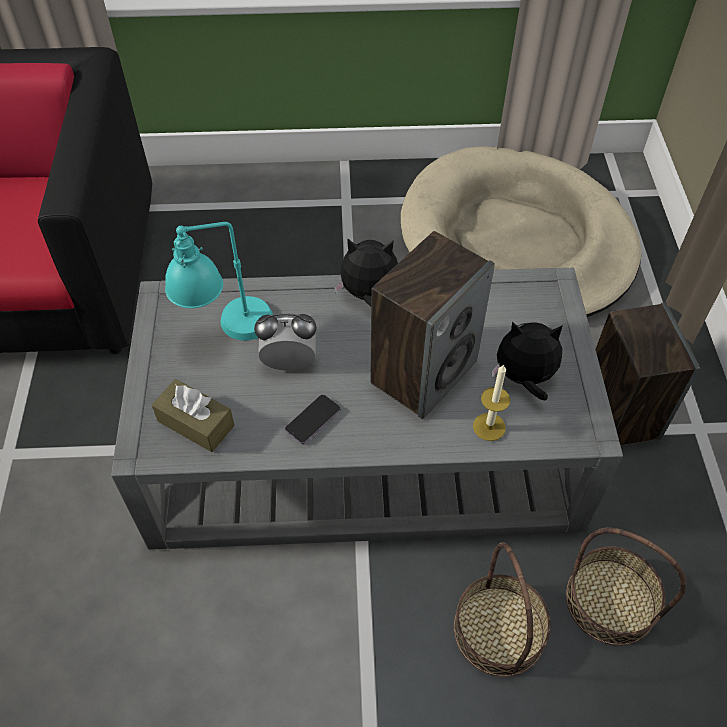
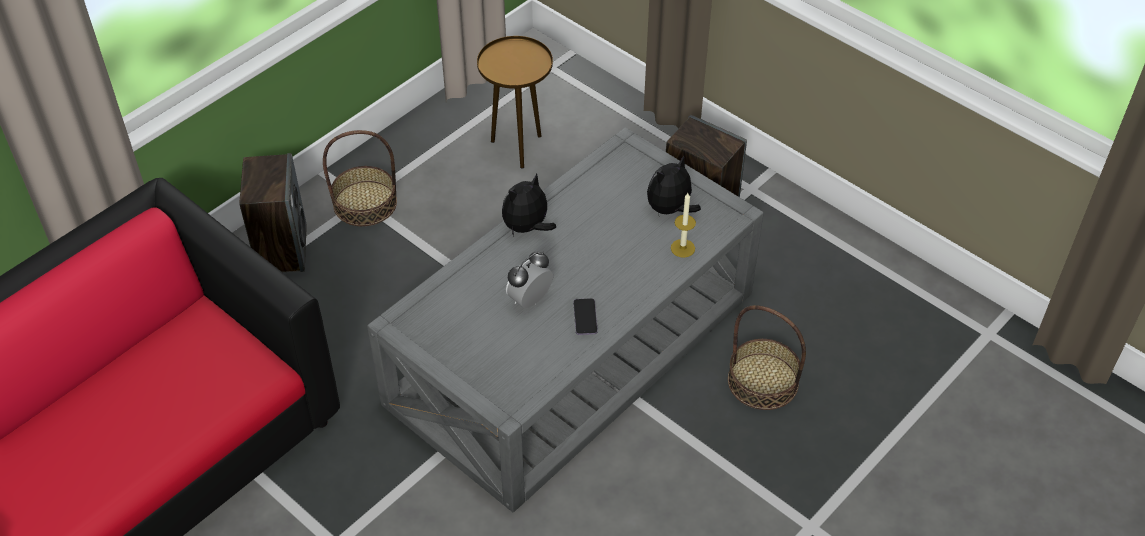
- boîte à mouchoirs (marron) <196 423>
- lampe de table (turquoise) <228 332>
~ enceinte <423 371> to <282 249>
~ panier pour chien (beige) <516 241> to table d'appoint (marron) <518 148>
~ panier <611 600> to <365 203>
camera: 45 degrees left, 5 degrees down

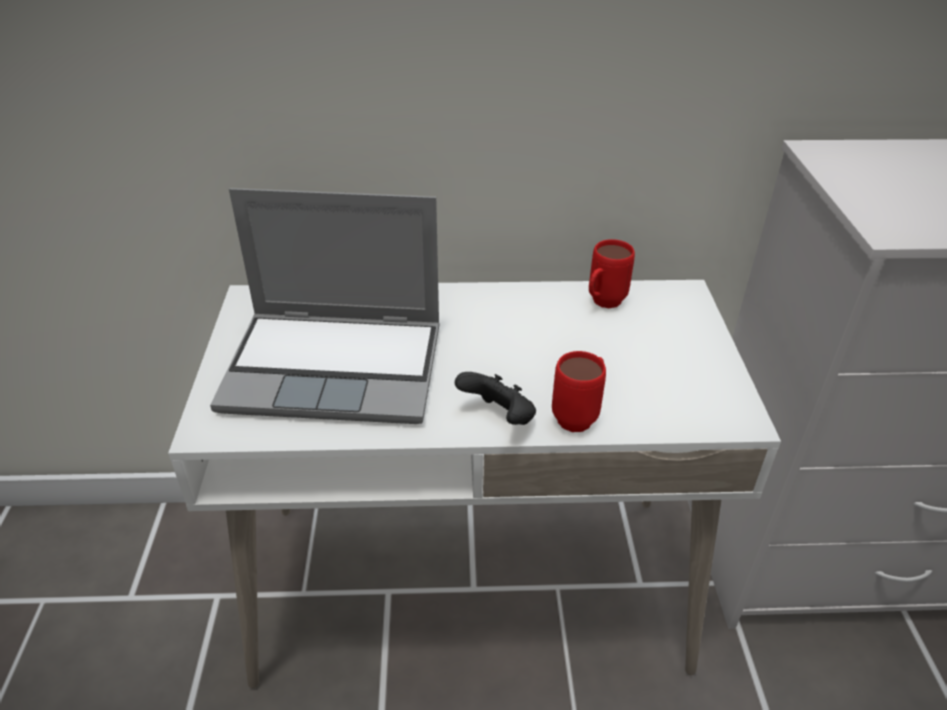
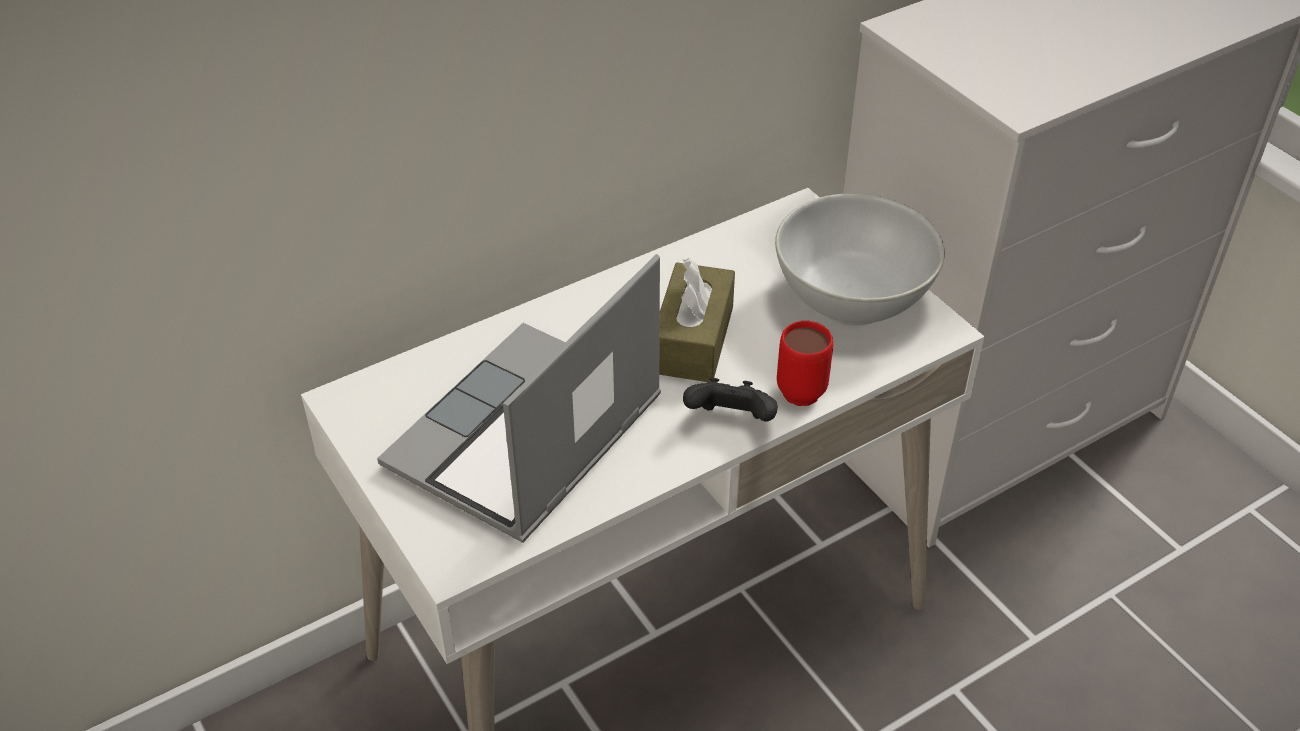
~ ordinateur portable <338 367> = <525 438> 150 degrees clockwise
- mug (rouge) <602 304>
+ boîte à mouchoirs (marron) <693 340>
+ bol (blanc) <852 301>
camera: 30 degrees left, 5 degrees up

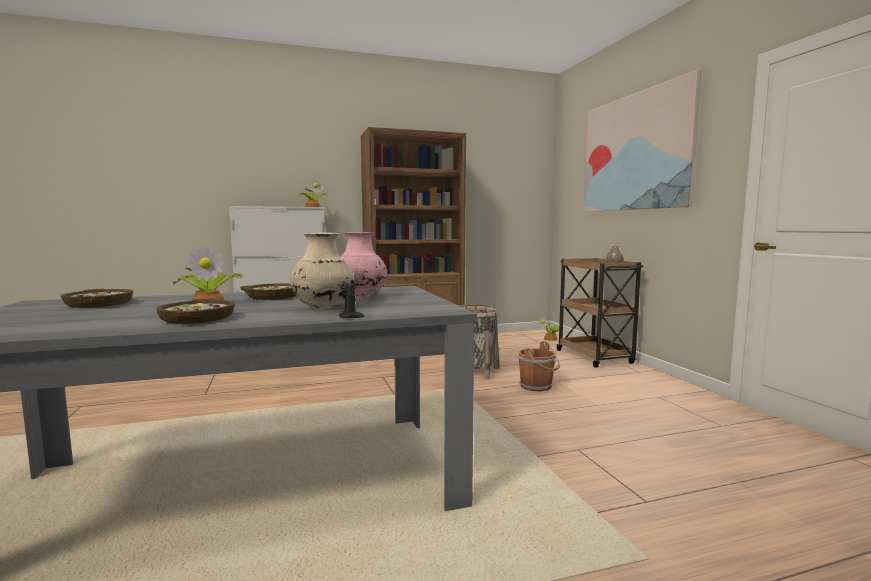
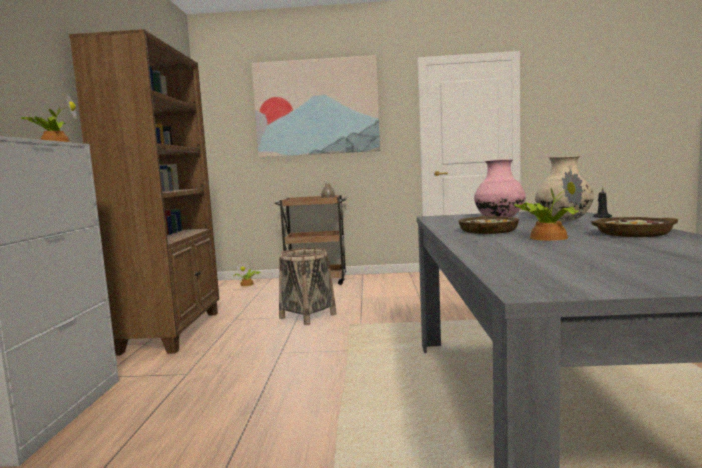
- bol <98 304>
- seau (marron) <537 386>
camera: 70 degrees left, 0 degrees up

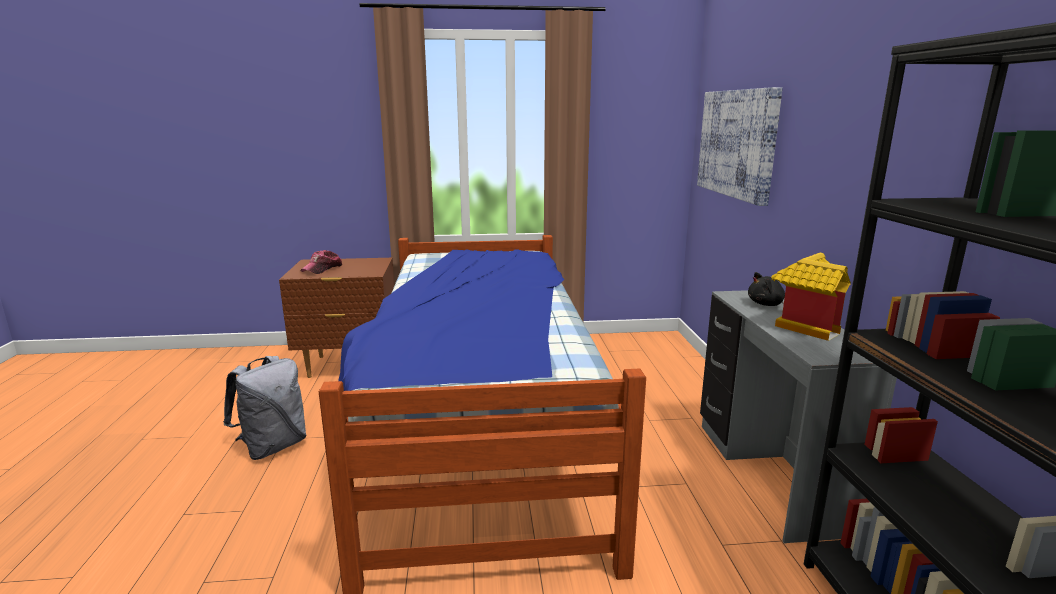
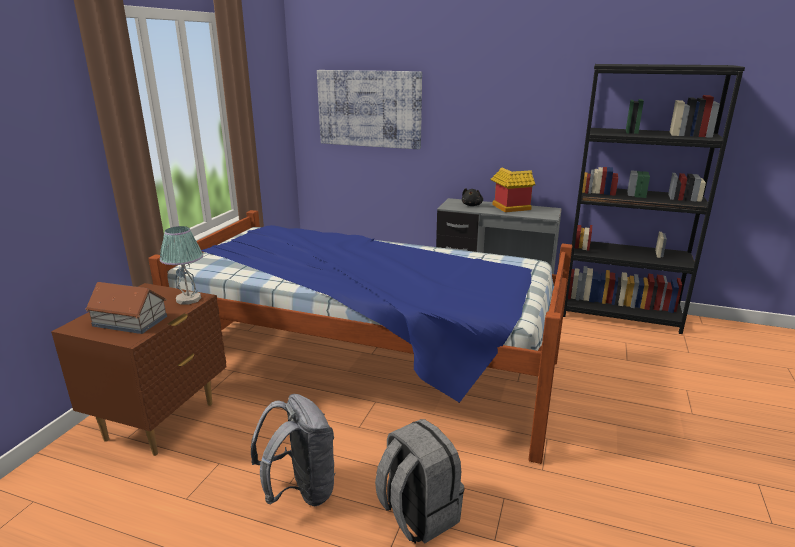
~ casquette <322 269> to maison miniature <129 321>
+ lampe de table <189 299>
+ sac à dos (gris) <417 514>
camera: 65 degrees left, 5 degrees up

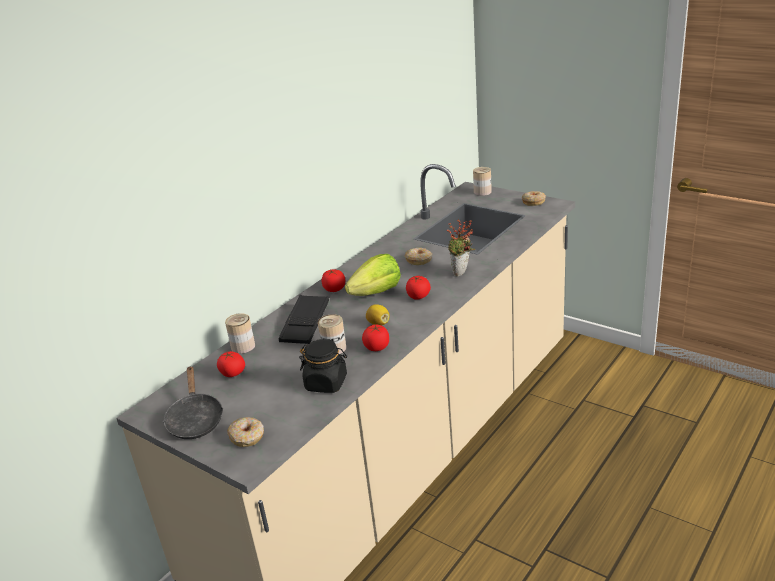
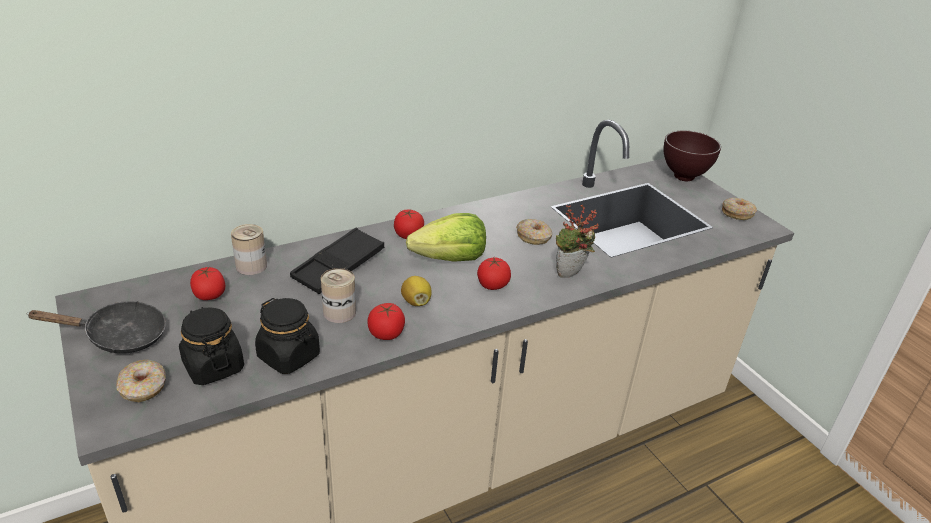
~ poêle (noir) <195 419> = <119 336> 105 degrees counterclockwise
~ boîte métallique <482 192> to bol (marron) <682 177>
+ bocal (noir) <213 366>
camera: 20 degrees right, 5 degrees up

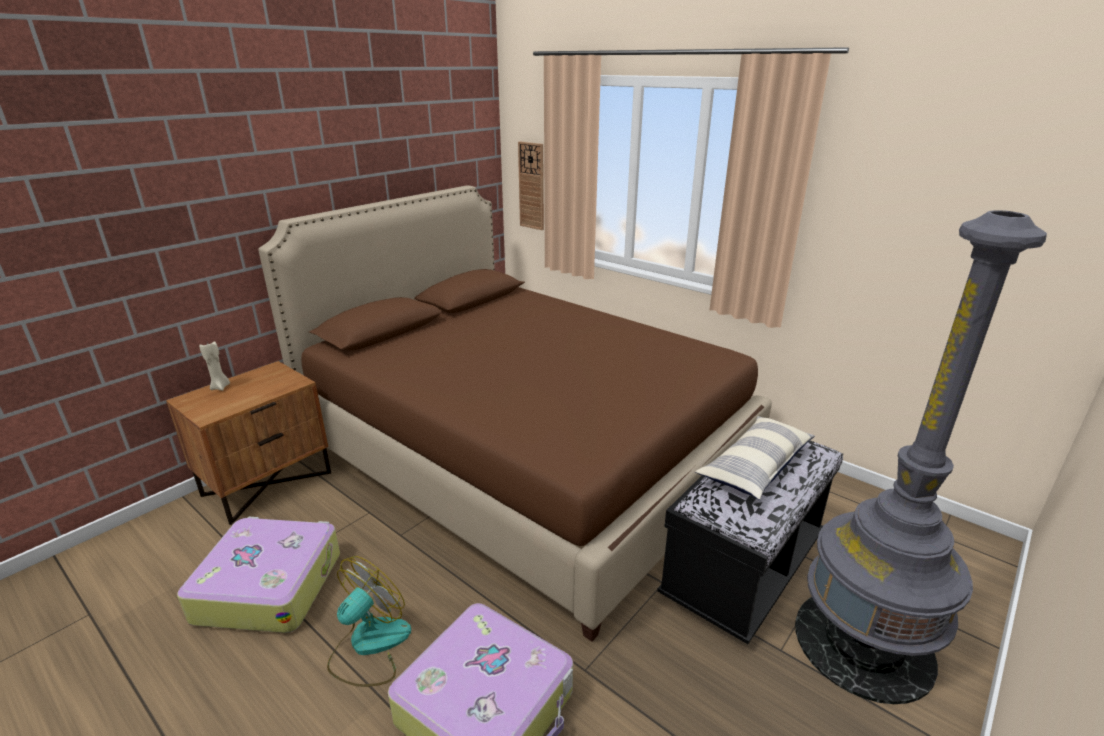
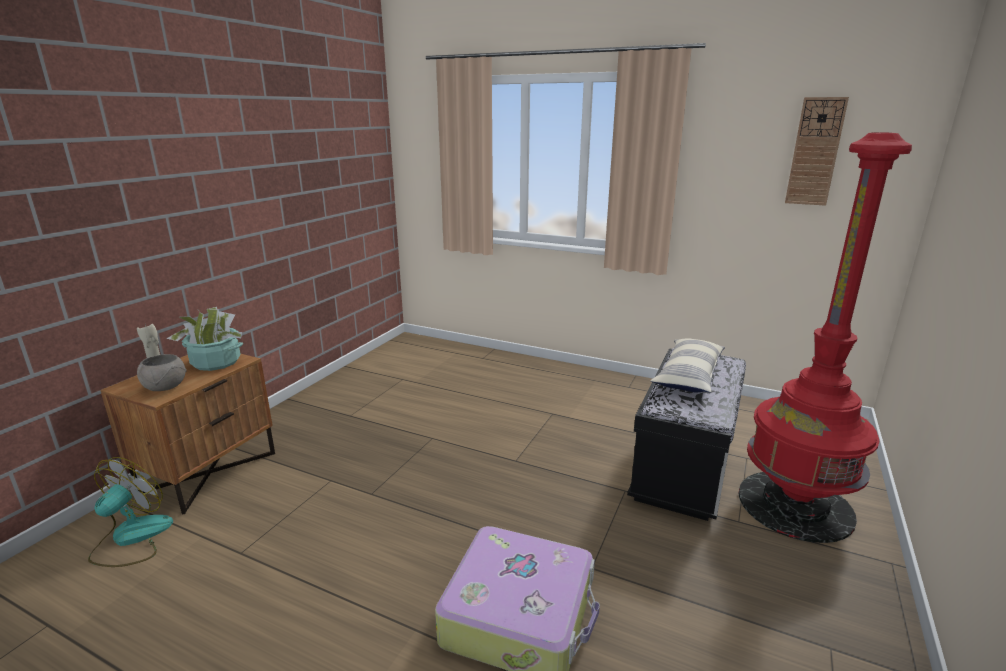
- valise <269 585>
- lit (marron) <524 456>
~ ventilateur <369 646> to <131 539>
~ horloge murale <531 186> to <815 152>
~ lampadaire (gris) <863 643> to lampadaire (rouge) <795 505>
+ bol (gris) <166 387>
+ plante en pot <216 362>
camera: 15 degrees left, 5 degrees down

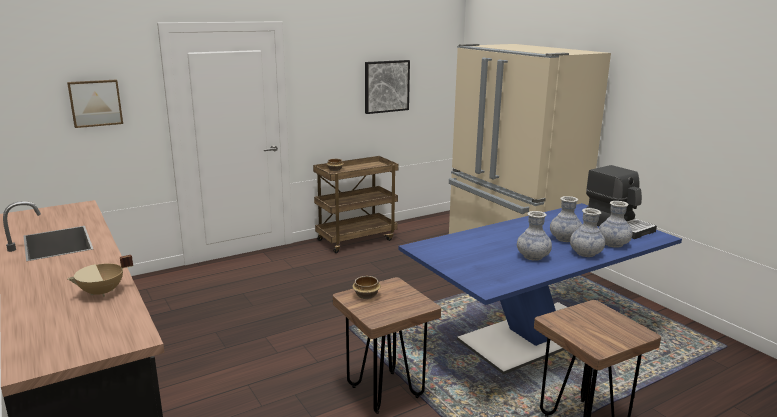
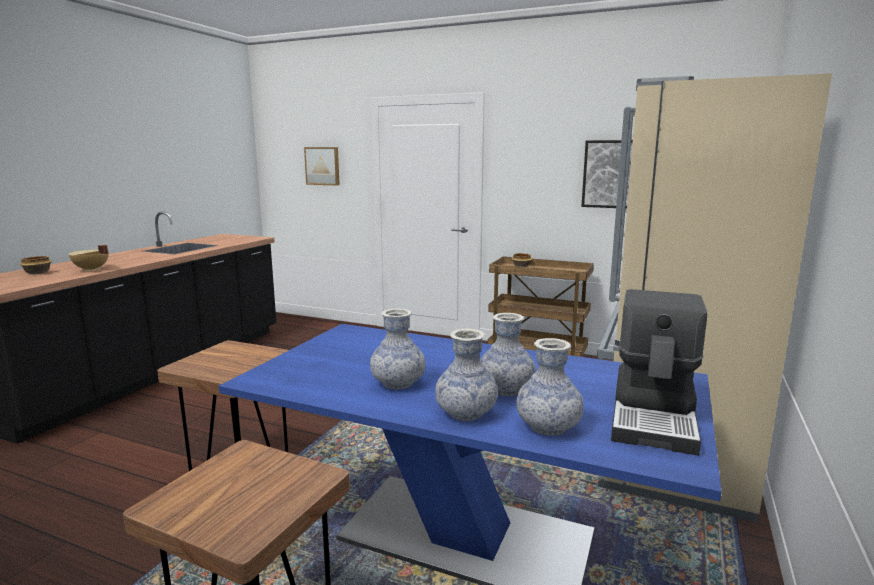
~ bol <367 295> to <37 273>
camera: 55 degrees right, 5 degrees down

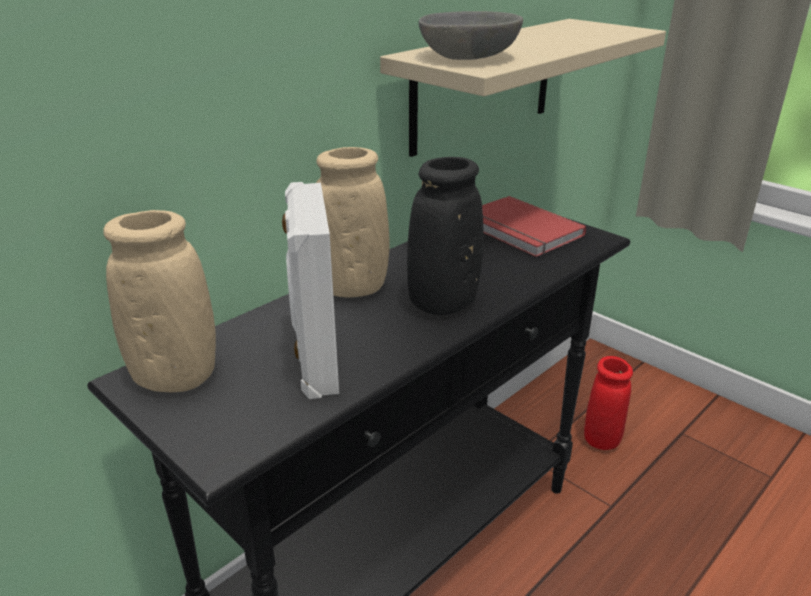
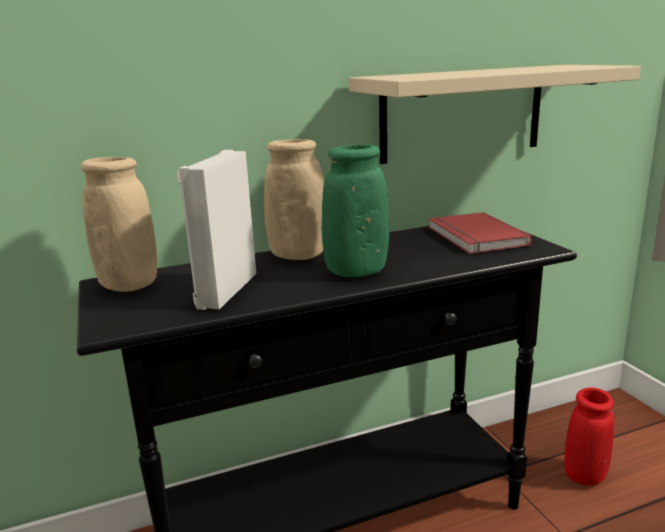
~ vase (noir) <443 303> to vase (vert) <356 272>
- bol (gris) <467 57>
camera: 25 degrees right, 10 degrees down

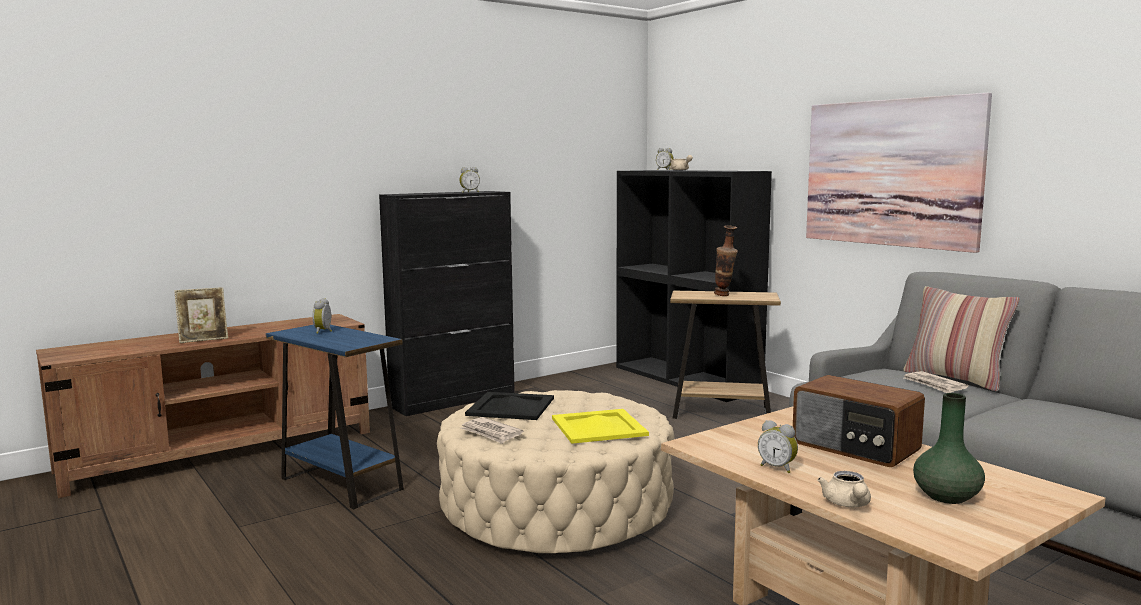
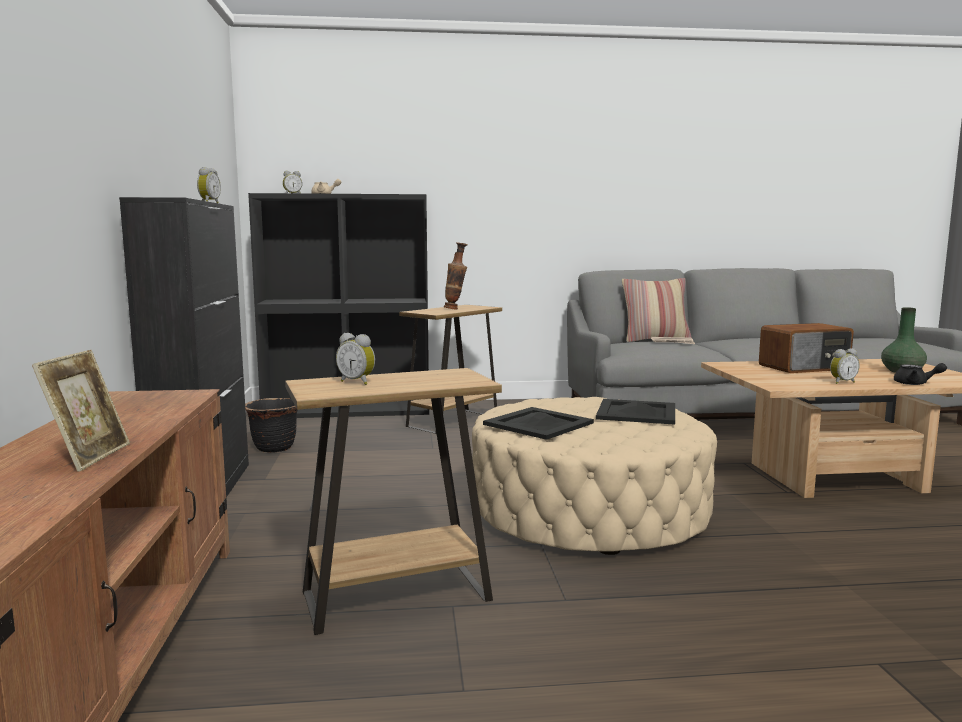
~ table d'appoint (bleu) <341 484> to table d'appoint (marron) <396 596>
- journal <491 433>
~ plateau (jaune) <599 426> to plateau (noir) <636 412>
- tableau <891 173>
~ théière (beige) <847 504> to théière (noir) <915 384>
+ cache-pot (noir) <273 448>
camera: 60 degrees left, 0 degrees up

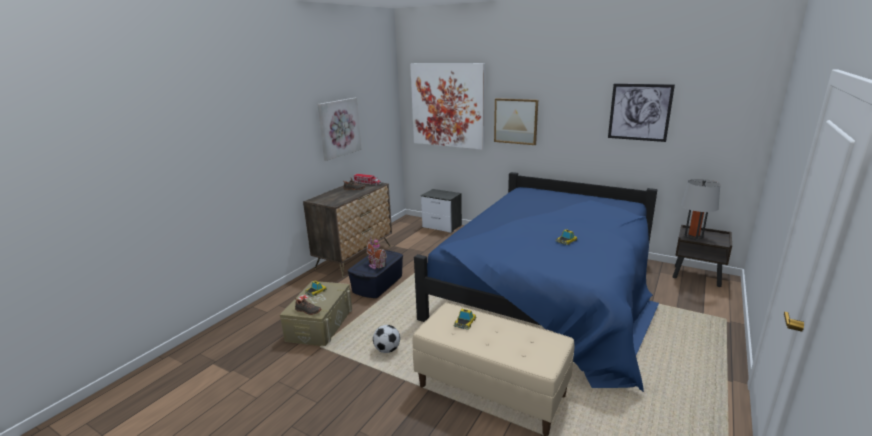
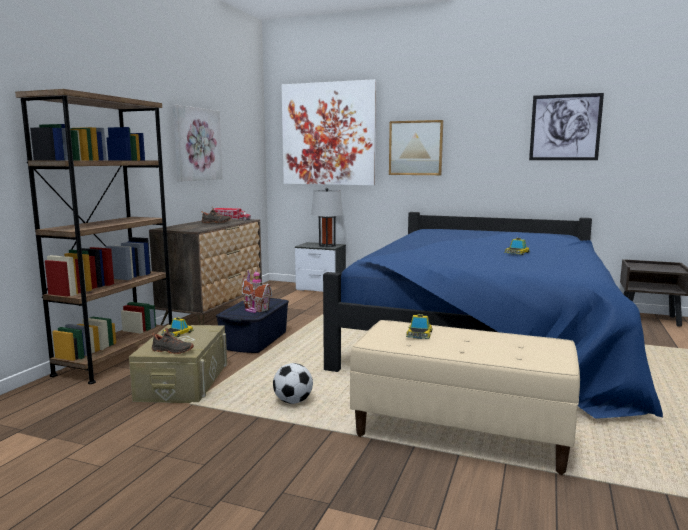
~ lampe de table (gris) <693 237> to <327 246>
+ bibliothèque (marron) <117 358>
camera: 10 degrees left, 10 degrees down

